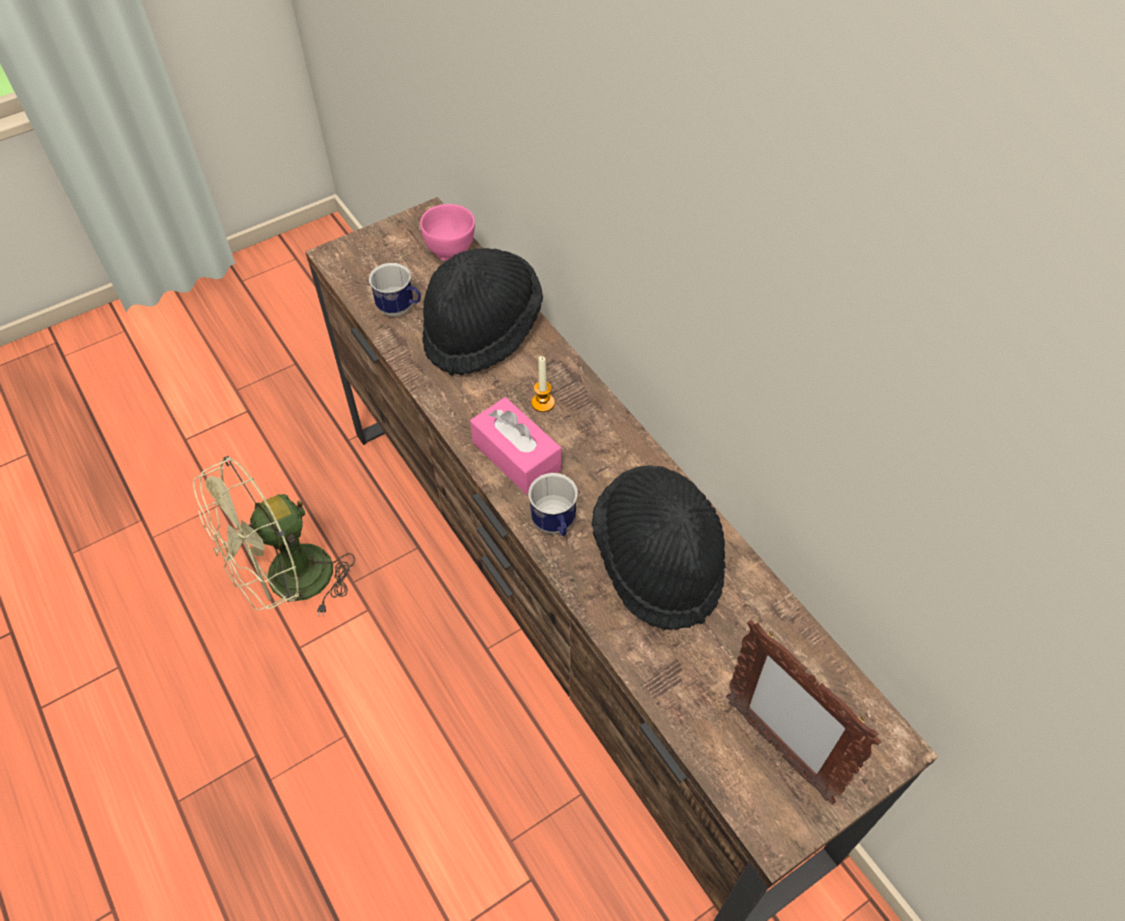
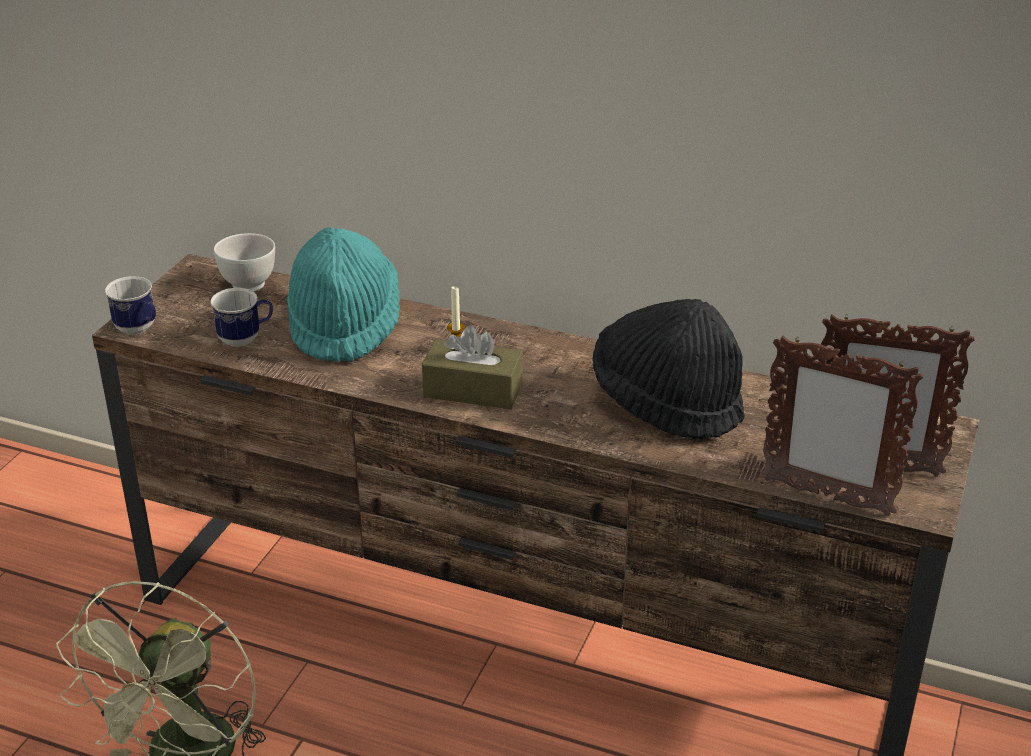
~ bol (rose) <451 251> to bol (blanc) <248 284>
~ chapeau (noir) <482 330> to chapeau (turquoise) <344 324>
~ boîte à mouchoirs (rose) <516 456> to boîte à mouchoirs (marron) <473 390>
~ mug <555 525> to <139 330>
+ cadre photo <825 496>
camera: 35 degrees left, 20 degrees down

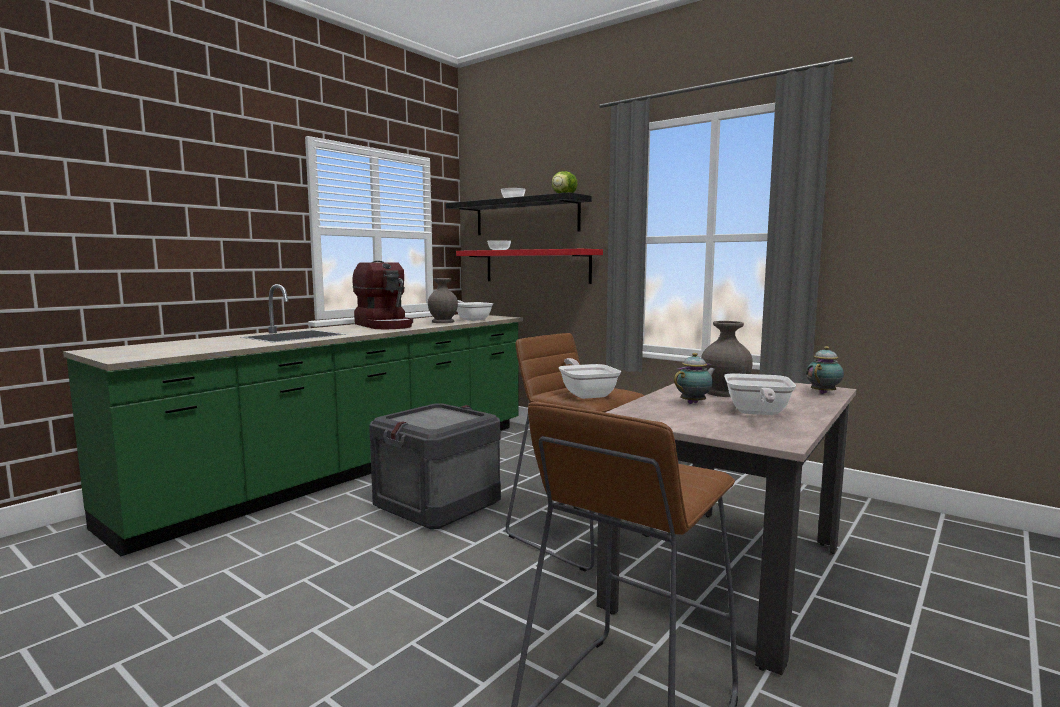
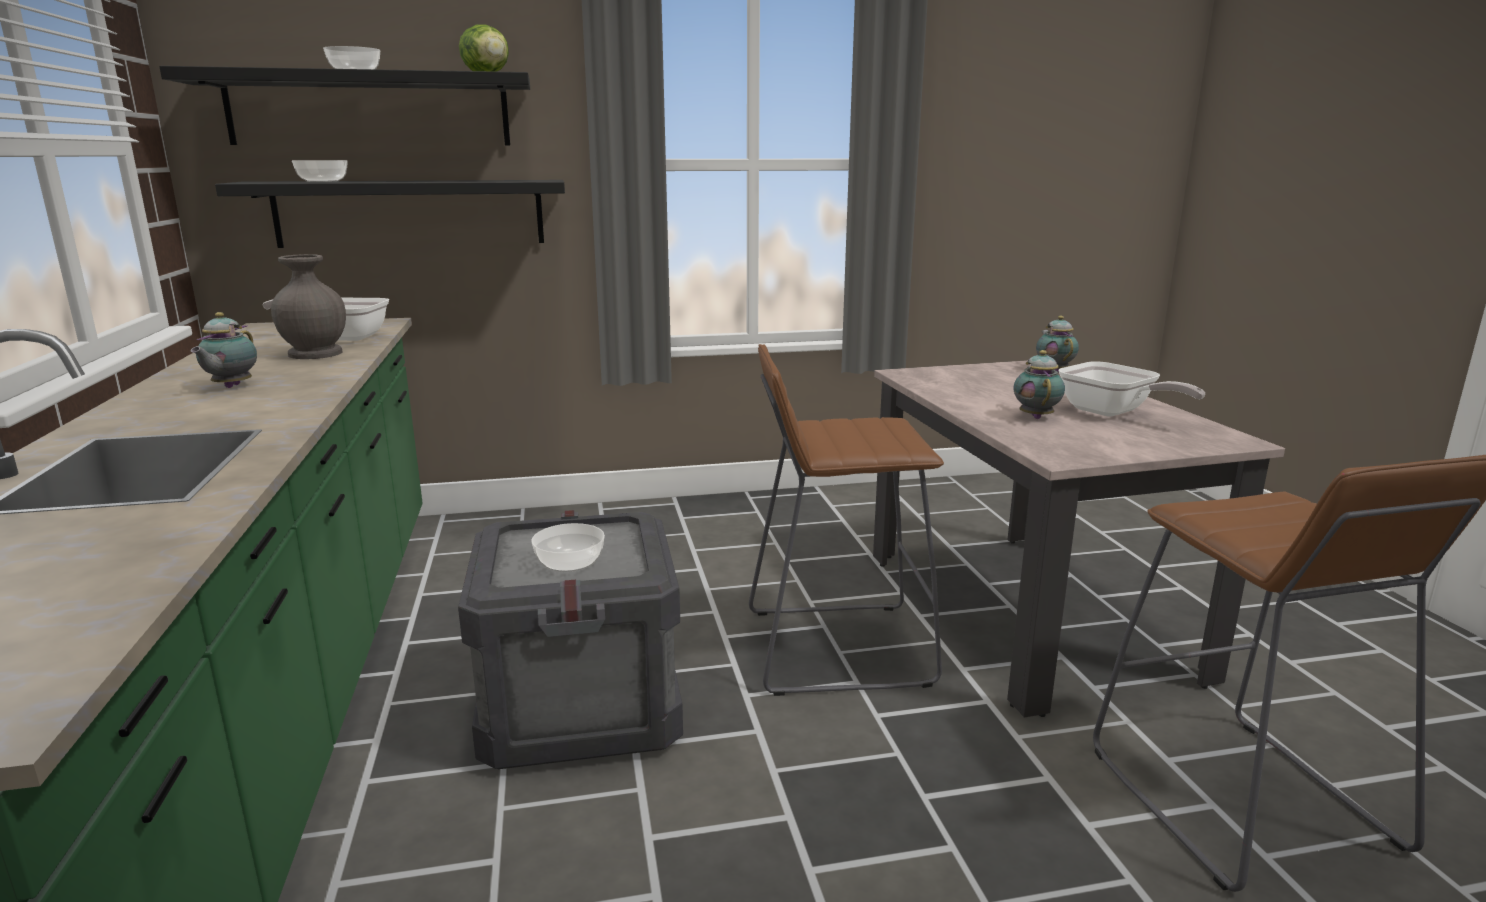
~ machine à café <385 325> to théière <230 387>
~ étagère (rouge) <536 266> to étagère (noir) <411 213>
- poêle <586 394>
- vase (gris) <725 393>
+ bol <568 563>
camera: 50 degrees left, 10 degrees up

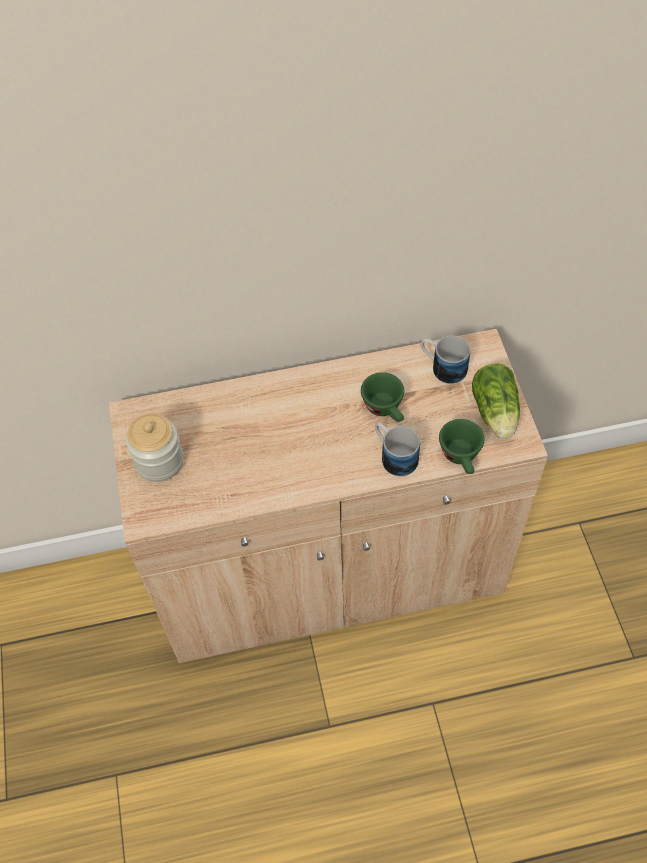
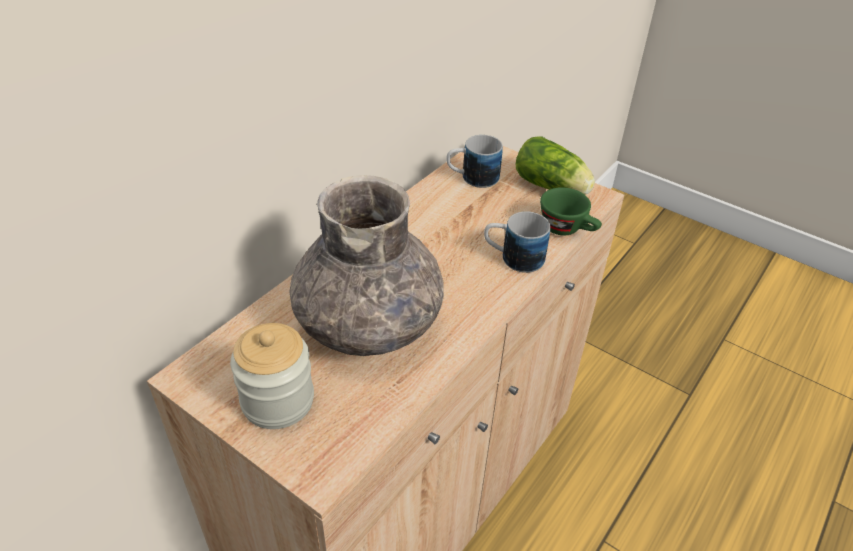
- tasse (vert) <386 409>
+ vase (gris) <369 322>
camera: 45 degrees left, 15 degrees down

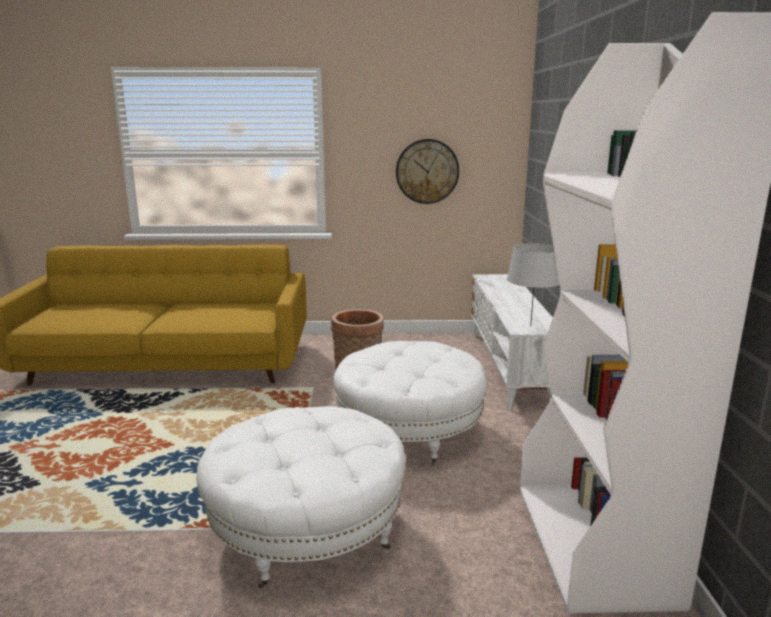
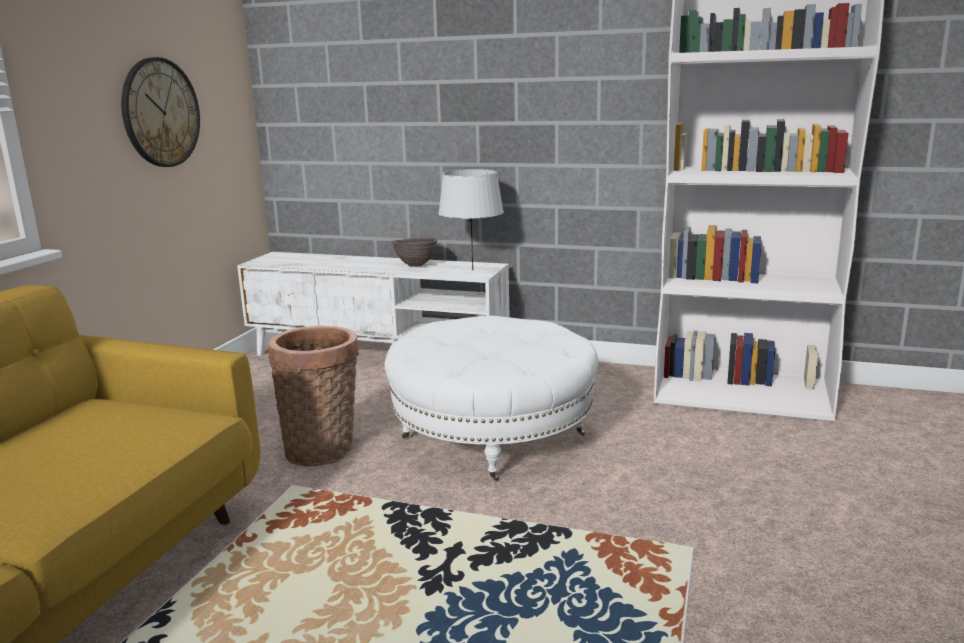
- pouf (blanc) <306 528>
+ bol (marron) <416 265>
camera: 70 degrees left, 0 degrees up

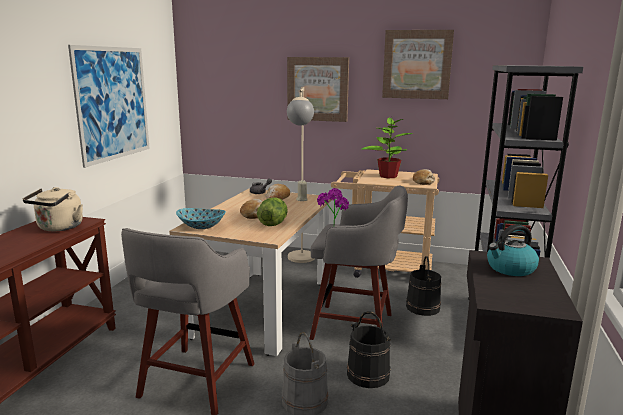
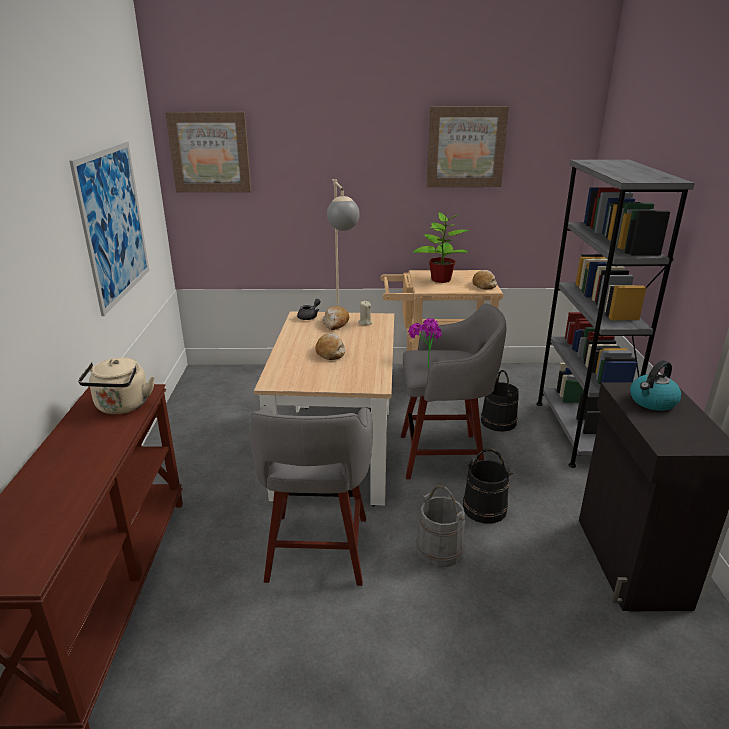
- bol <201 226>
- laitue <273 224>
~ tableau <318 89> to <210 152>
camera: 15 degrees left, 10 degrees up

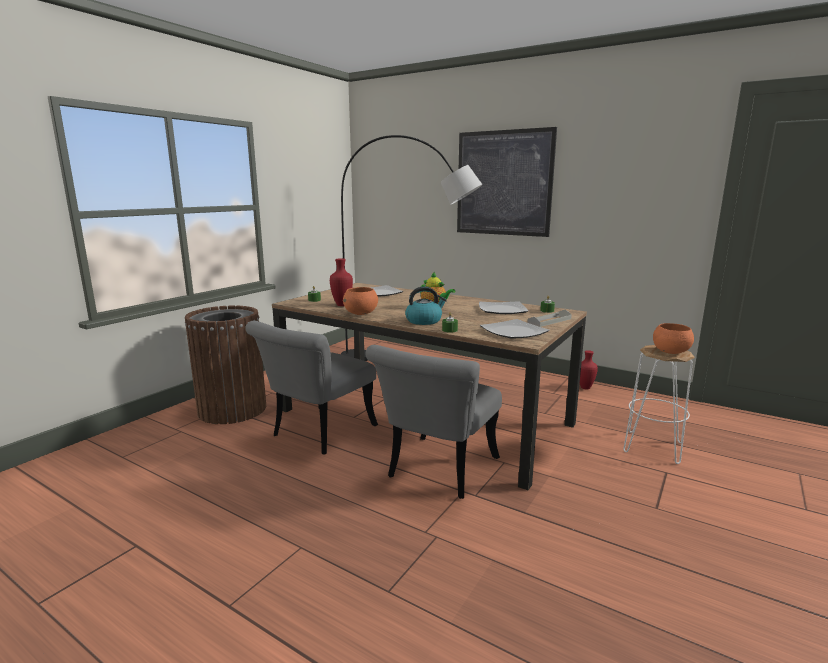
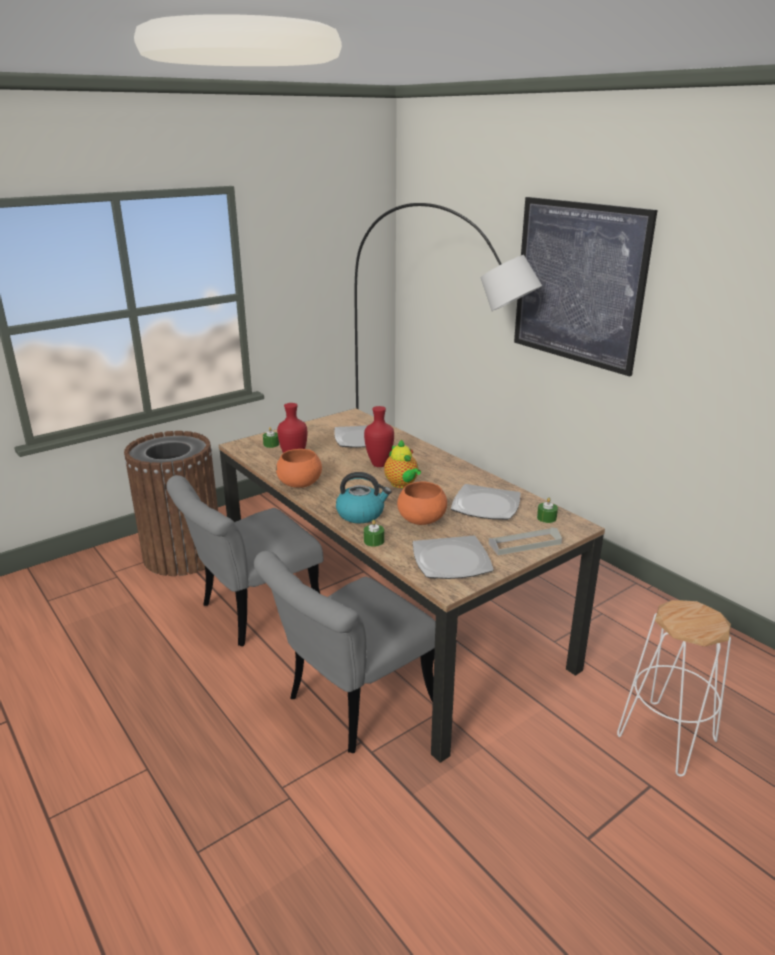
~ vase (rouge) <586 388> to <380 465>
~ bol (orange) <670 352> to <421 520>
camera: 20 degrees right, 10 degrees up

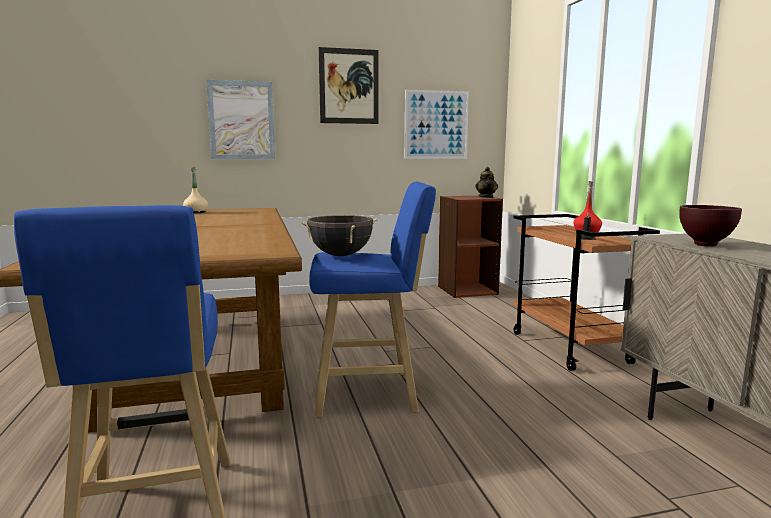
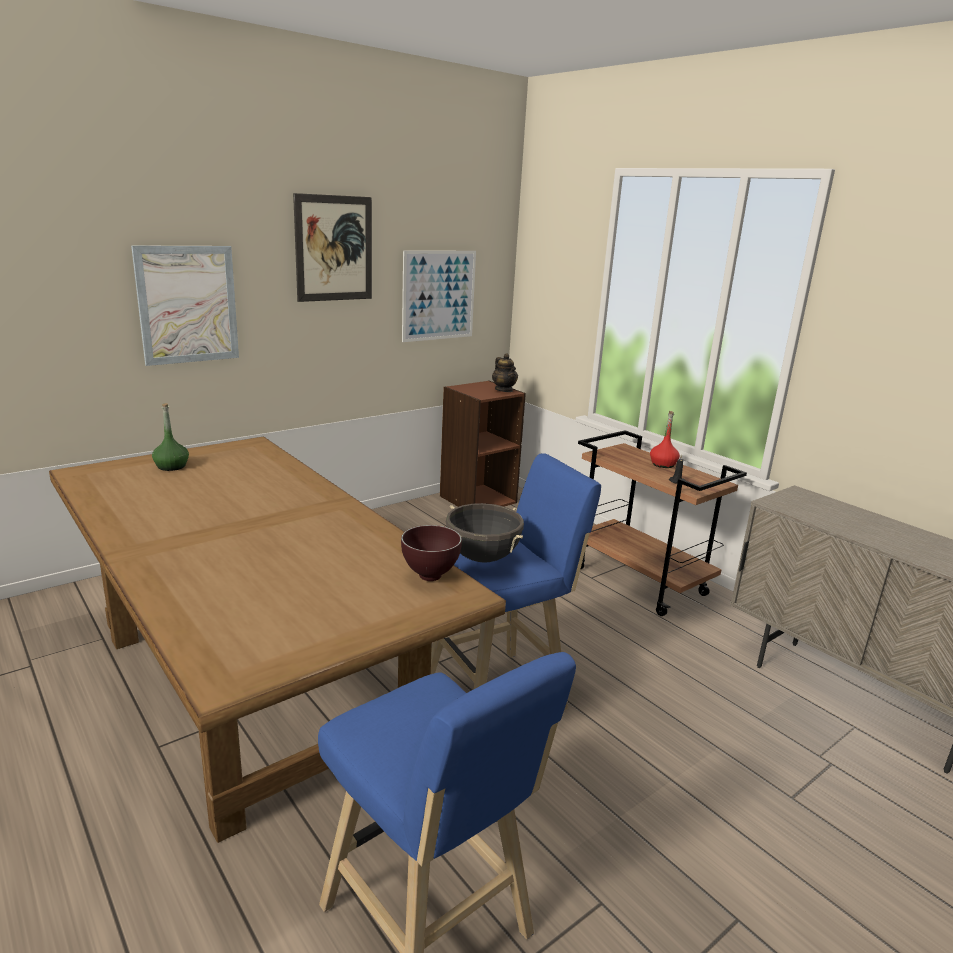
~ bouteille (beige) <196 212> to bouteille (vert) <171 466>
~ bol (marron) <707 245> to <431 577>
camera: 25 degrees left, 10 degrees up

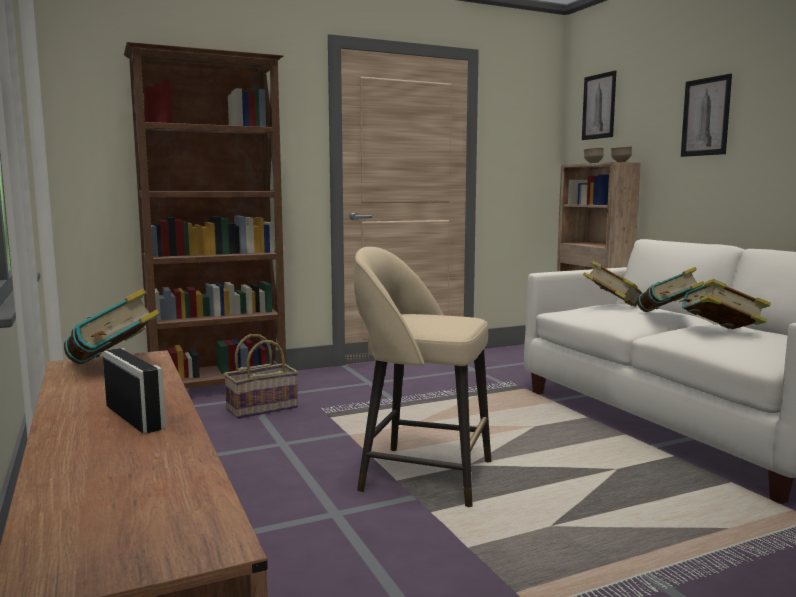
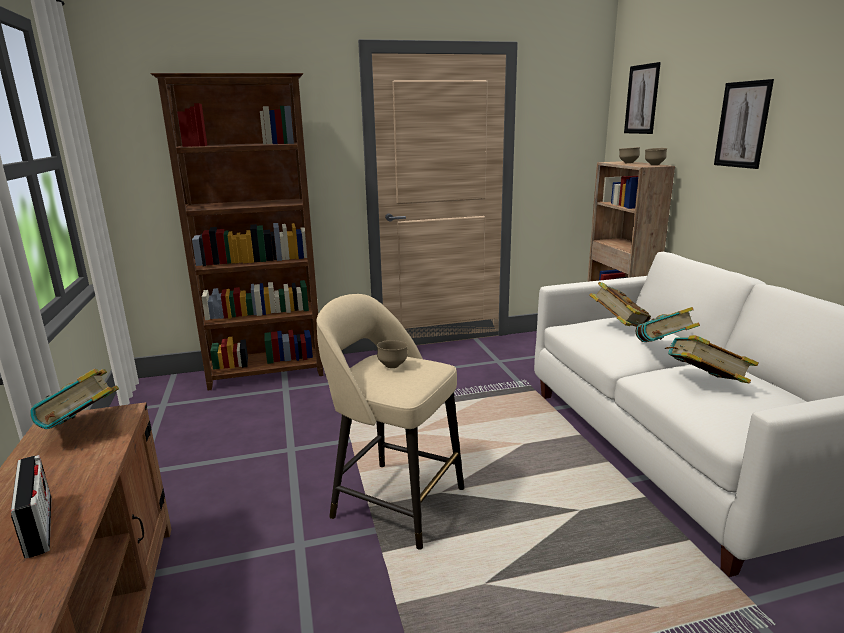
- panier <262 408>
+ bol (marron) <393 366>
camera: 10 degrees right, 10 degrees up

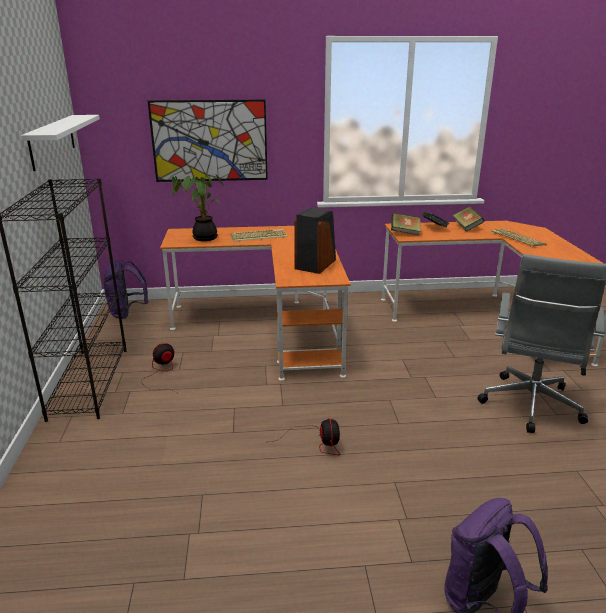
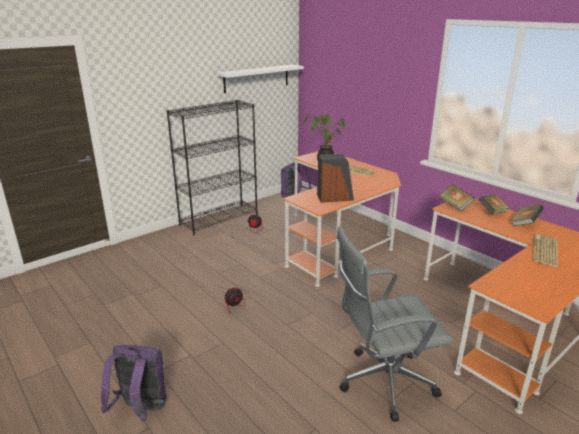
- tableau <209 141>
camera: 55 degrees right, 0 degrees up

